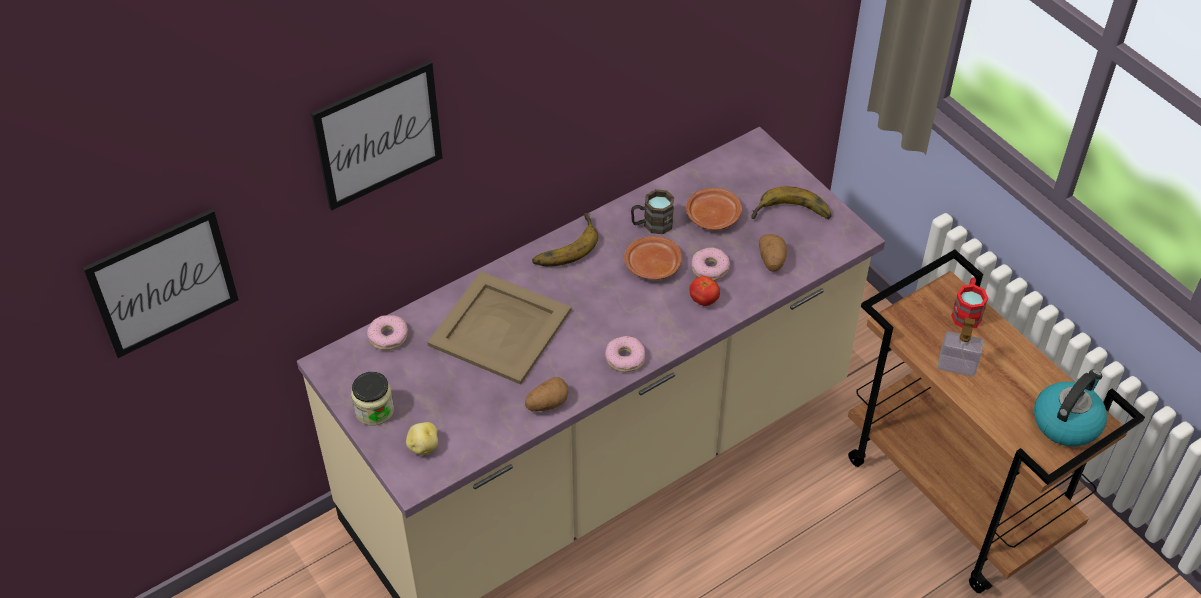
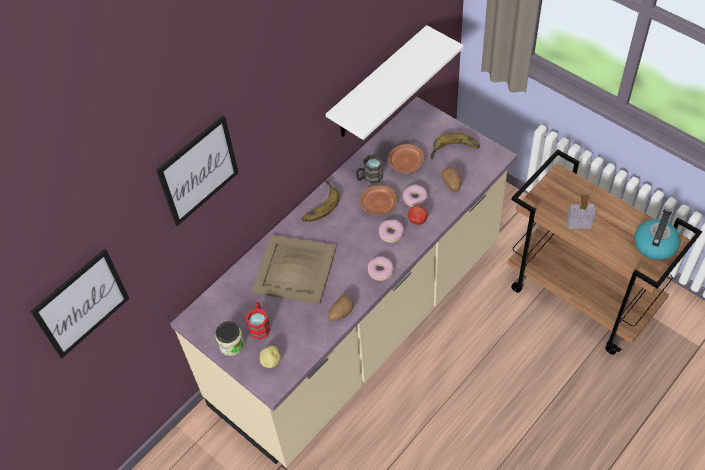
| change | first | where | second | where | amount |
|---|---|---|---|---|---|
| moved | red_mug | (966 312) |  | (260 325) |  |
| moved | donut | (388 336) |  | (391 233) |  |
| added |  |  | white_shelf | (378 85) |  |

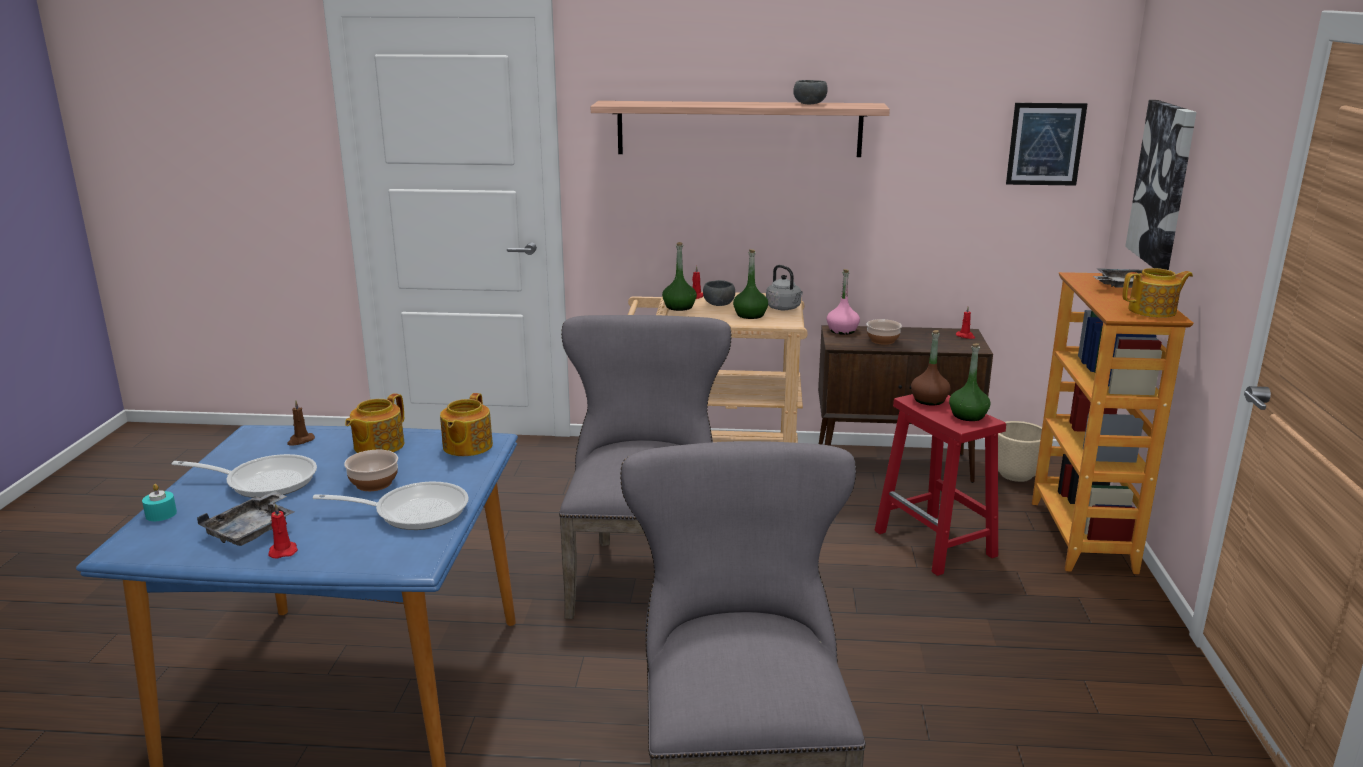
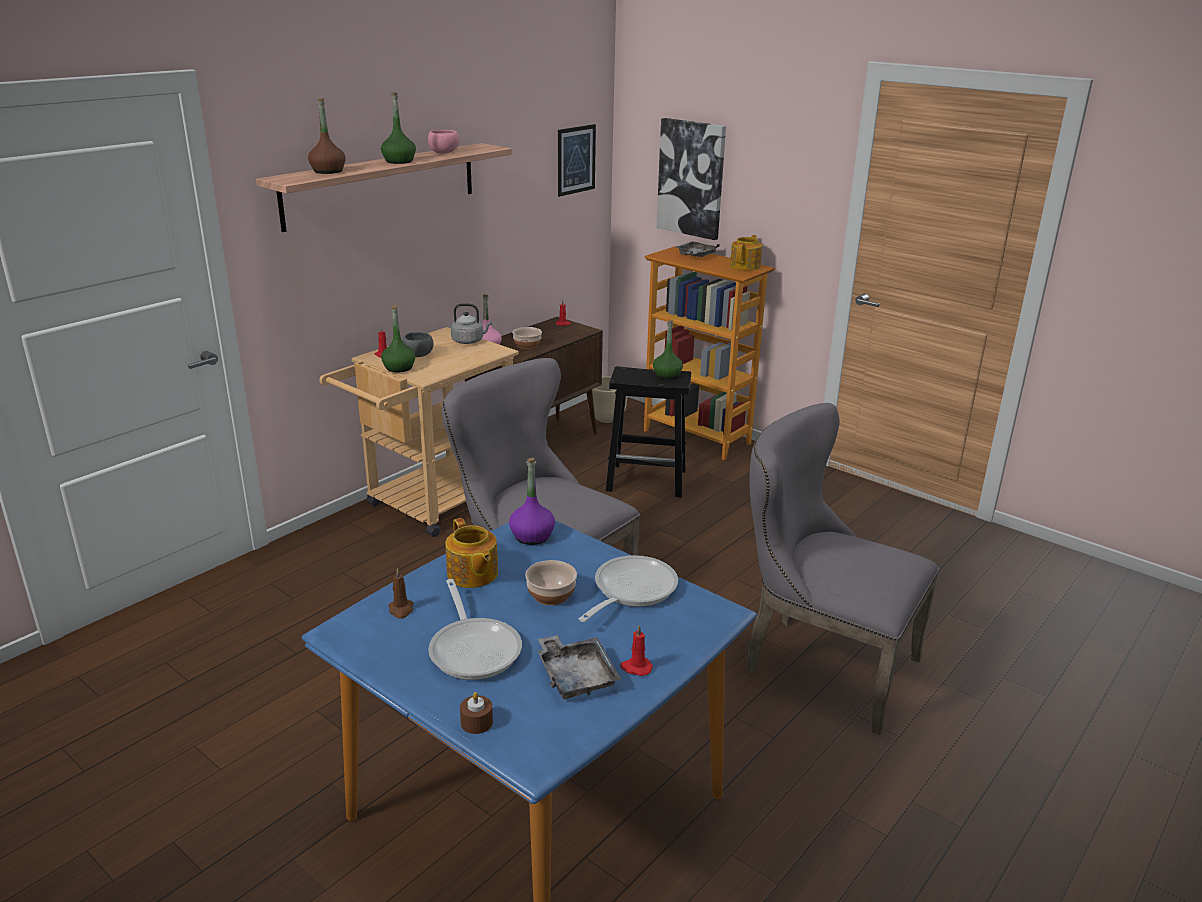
| change | first | where | second | where | amount |
|---|---|---|---|---|---|
| recoloured | grey_bowl | (810 104) | pink_bowl | (445 152) |  |
| moved | green_bottle | (750 315) |  | (399 161) |  |
| moved | brown_bottle | (929 400) |  | (328 171) |  |
| replaced | teapot | (466 446) | purple_bottle | (532 536) |  |
| recoloured | red_stool | (936 544) | black_stool | (648 480) |  |
| turned | frying_pan | (264 481) |  | (474 648) | 120 degrees clockwise |
| recoloured | turquoise_candle | (161 514) | brown_candle | (476 722) |  |

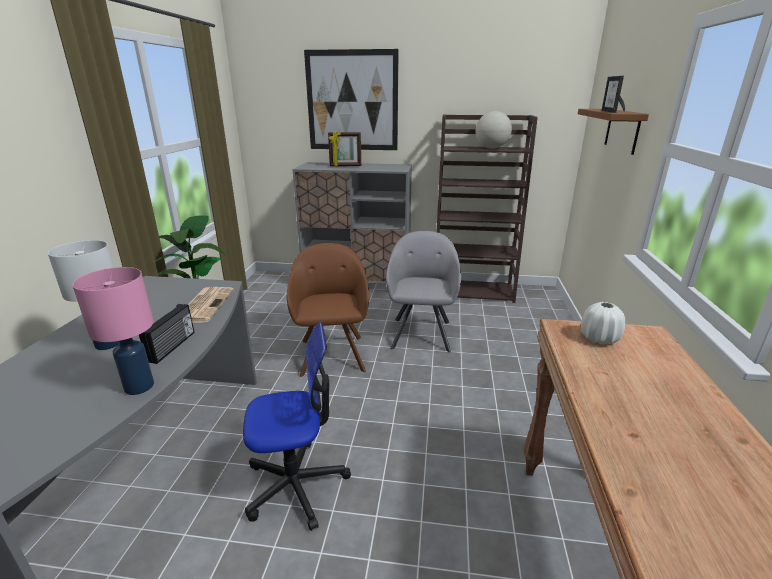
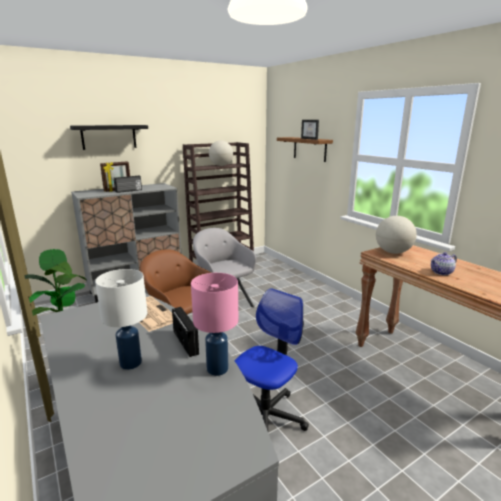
| change | first | where | second | where | amount |
|---|---|---|---|---|---|
| replaced | picture | (352 101) | black_shelf | (109 137) |  |
| replaced | white_vase | (599 338) | globe | (393 252) |  |
| added |  |  | radio | (129 191) |  |
| added |  |  | teapot | (441 272) |  |

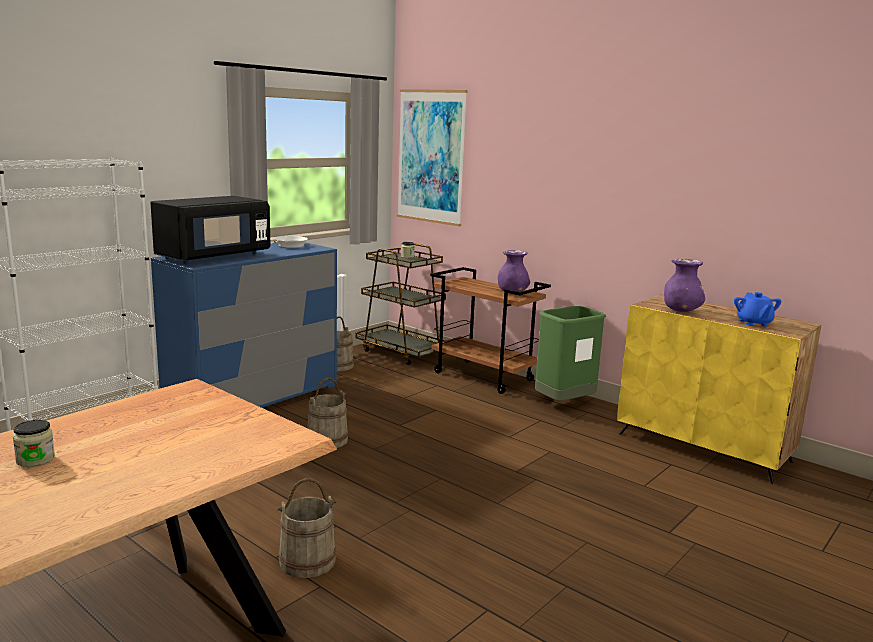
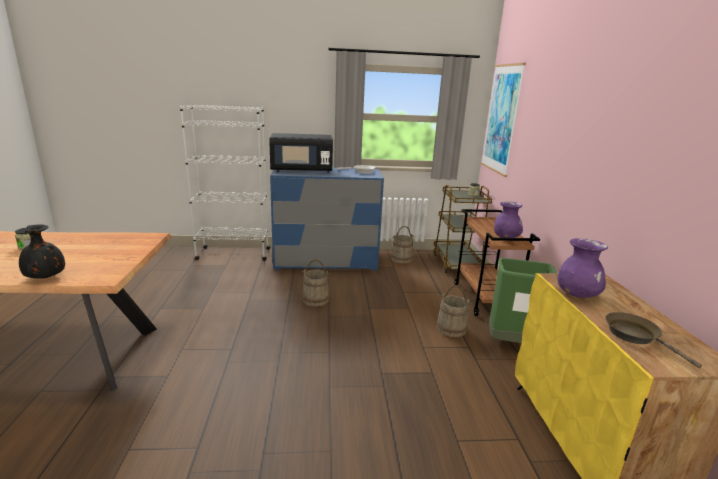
| change | first | where | second | where | amount |
|---|---|---|---|---|---|
| replaced | blue_teapot | (753 323) | brown_frying_pan | (635 336) |  |
| moved | beige_bucket | (307 561) |  | (451 329) |  |
| added |  |  | black_vase | (45 278) |  |

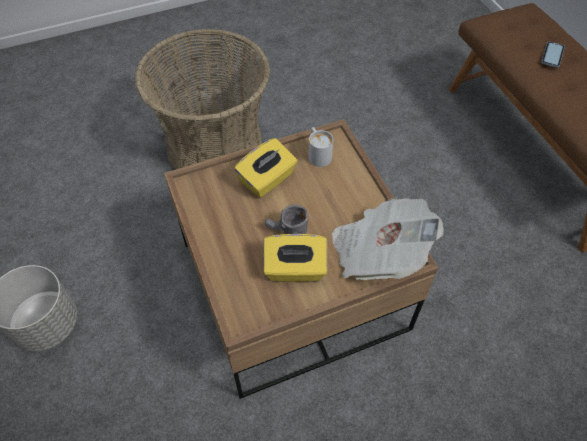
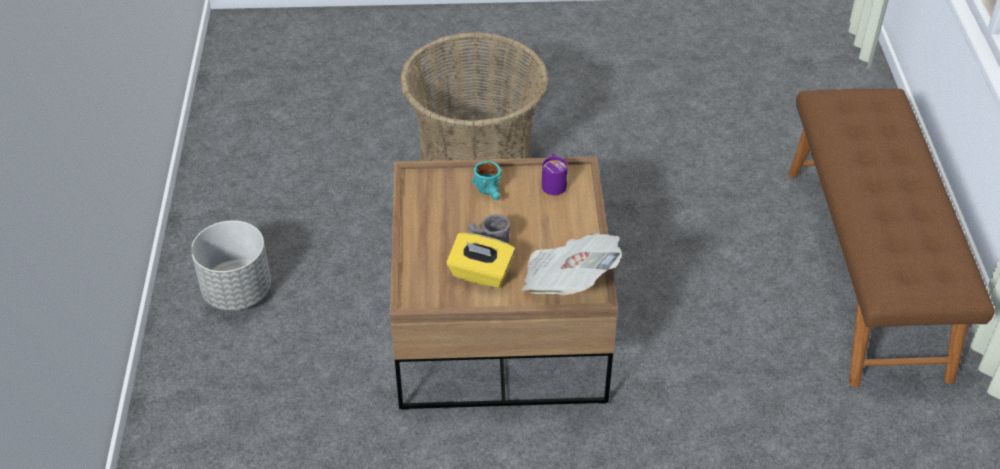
| change | first | where | second | where | amount |
|---|---|---|---|---|---|
| removed | phone | (552 55) |  |  |  |
| recoloured | white_mug | (317 154) | purple_mug | (553 182) |  |
| replaced | yellow_tissue_box | (267 180) | turquoise_mug | (491 193) |  |

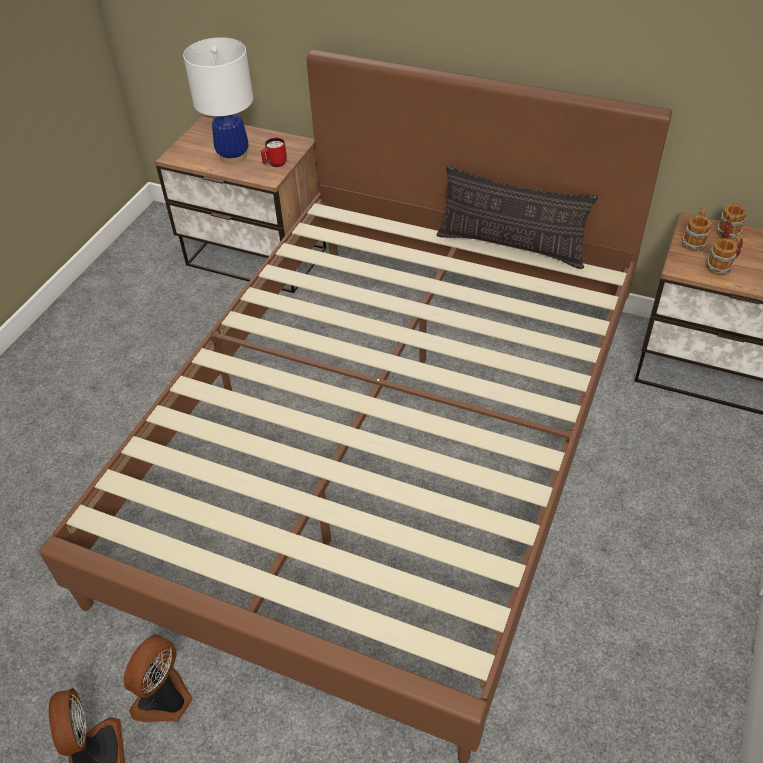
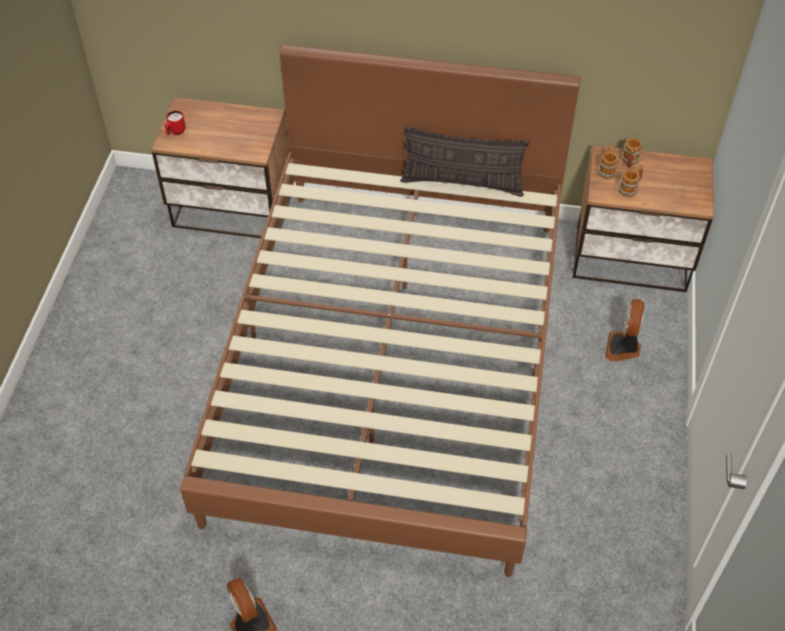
| change | first | where | second | where | amount |
|---|---|---|---|---|---|
| removed | white_table_lamp | (233 155) |  |  |  |
| moved | red_mug | (274 164) |  | (175 132) |  |
| moved | fan | (165 699) |  | (623 348) |  |

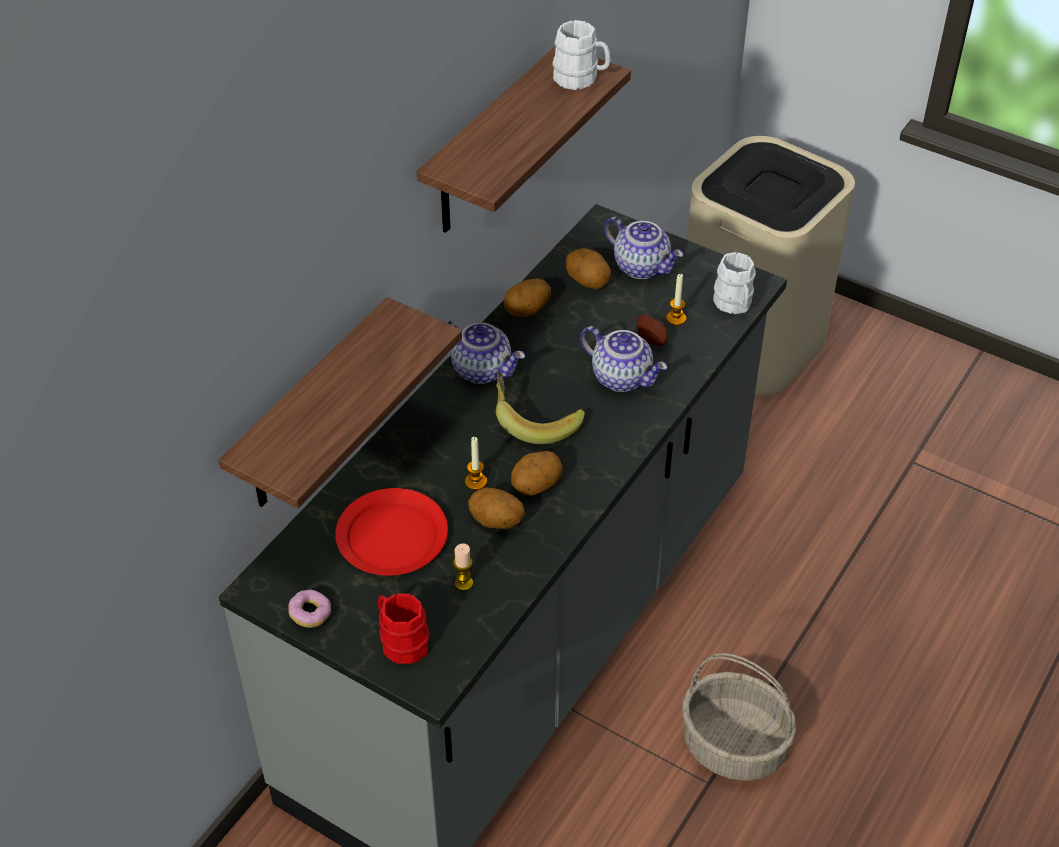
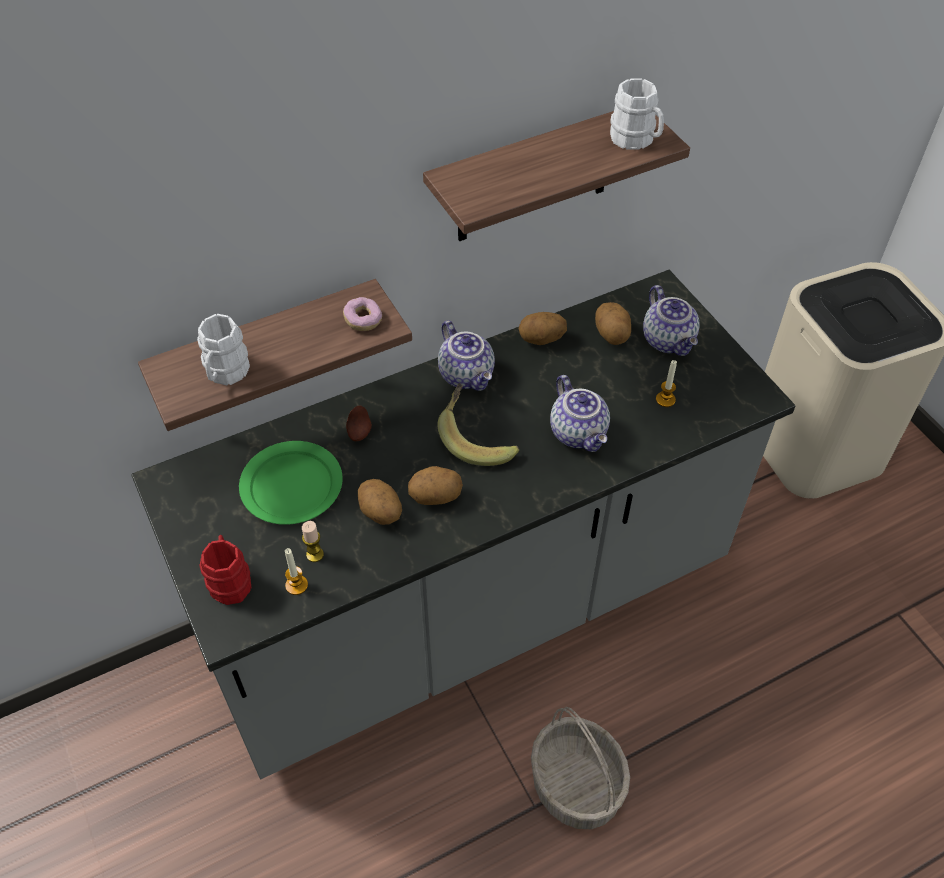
| change | first | where | second | where | amount |
|---|---|---|---|---|---|
| moved | white_mug | (734 305) |  | (225 373) |  |
| moved | potato | (652 339) |  | (360 431) |  |
| moved | candle | (476 482) |  | (296 585) |  |
| recoloured | red_plate | (392 536) | green_plate | (291 486) |  |
| moved | donut | (310 614) |  | (363 320) |  |

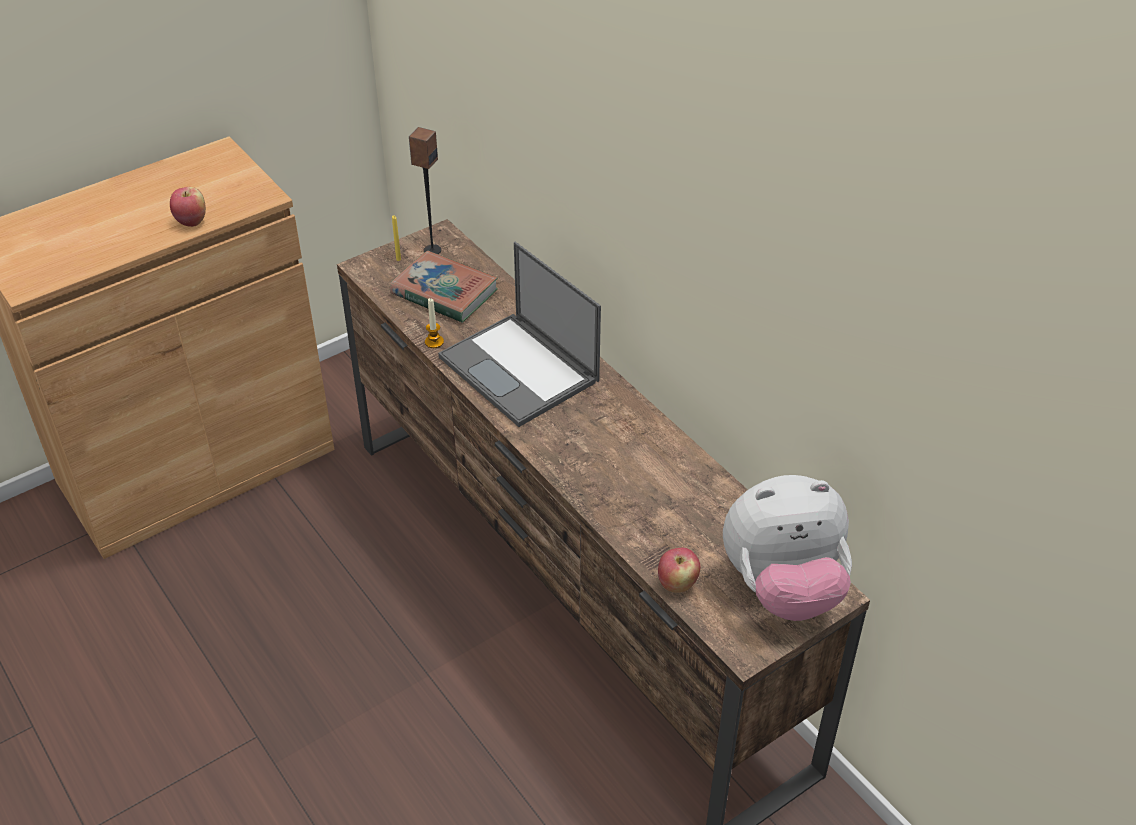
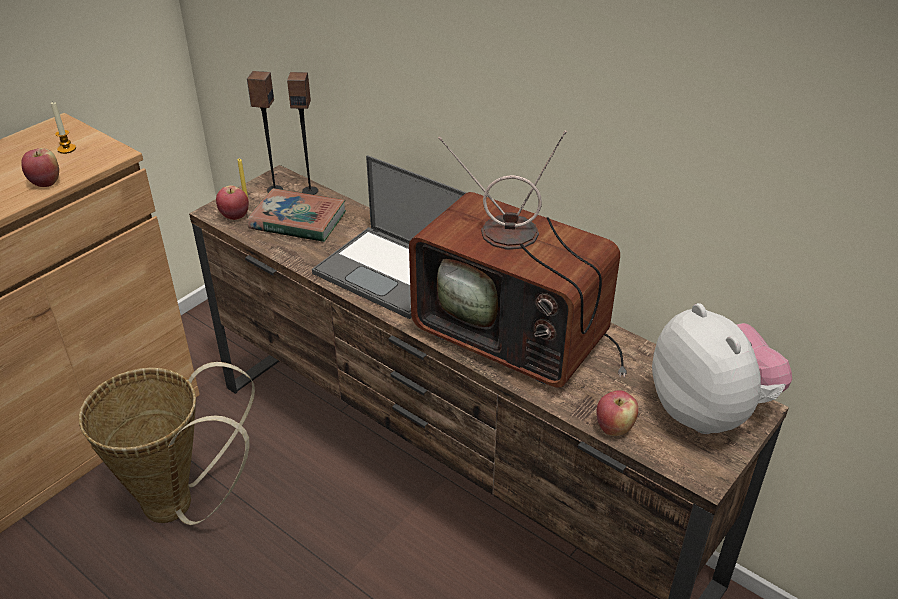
| change | first | where | second | where | amount |
|---|---|---|---|---|---|
| moved | candle | (434 342) |  | (67 149) |  |
| turned | plush_toy | (783 587) |  | (709 412) | 90 degrees counterclockwise |
| added |  |  | speaker | (310 190) |  |
| added |  |  | television | (518 337) |  |
| added |  |  | apple | (234 216) |  |
| added |  |  | basket | (181 505) |  |

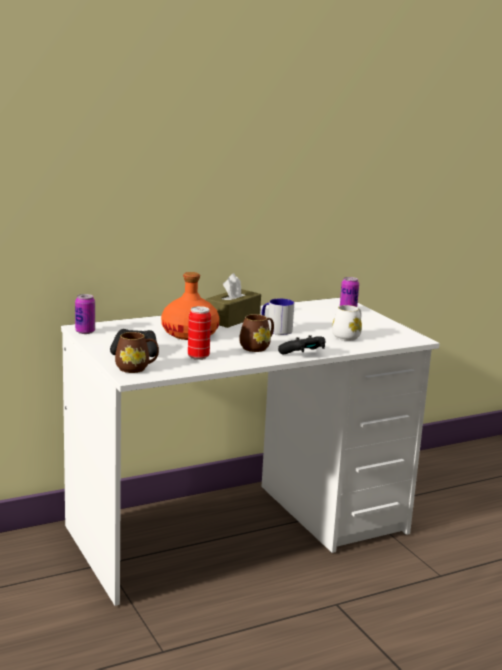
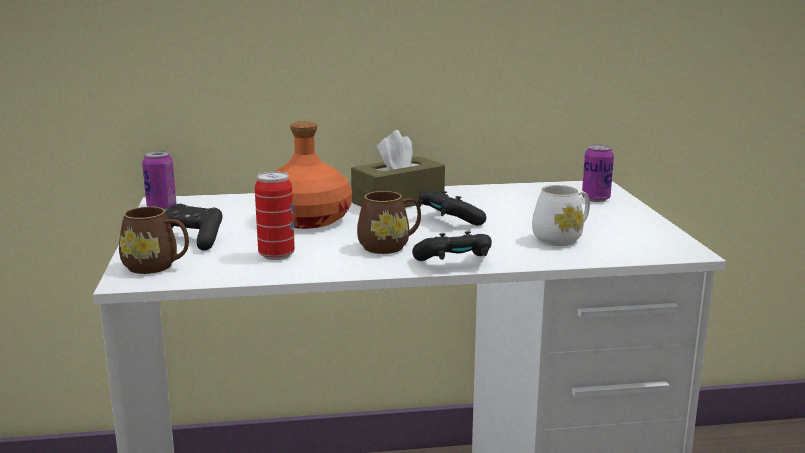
| change | first | where | second | where | amount |
|---|---|---|---|---|---|
| replaced | mug | (275 329) | black_game_controller | (448 221) |  |

